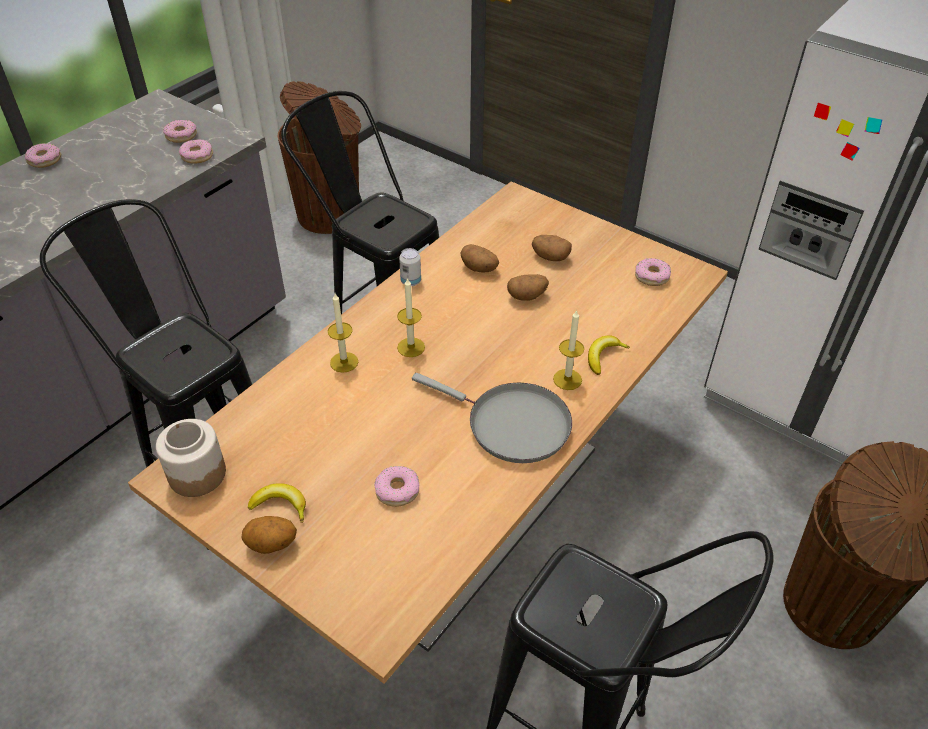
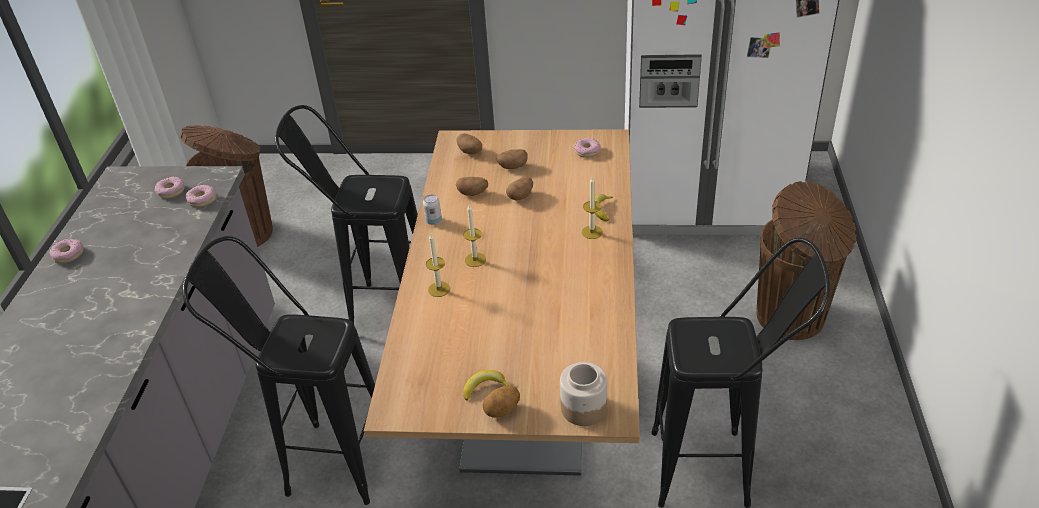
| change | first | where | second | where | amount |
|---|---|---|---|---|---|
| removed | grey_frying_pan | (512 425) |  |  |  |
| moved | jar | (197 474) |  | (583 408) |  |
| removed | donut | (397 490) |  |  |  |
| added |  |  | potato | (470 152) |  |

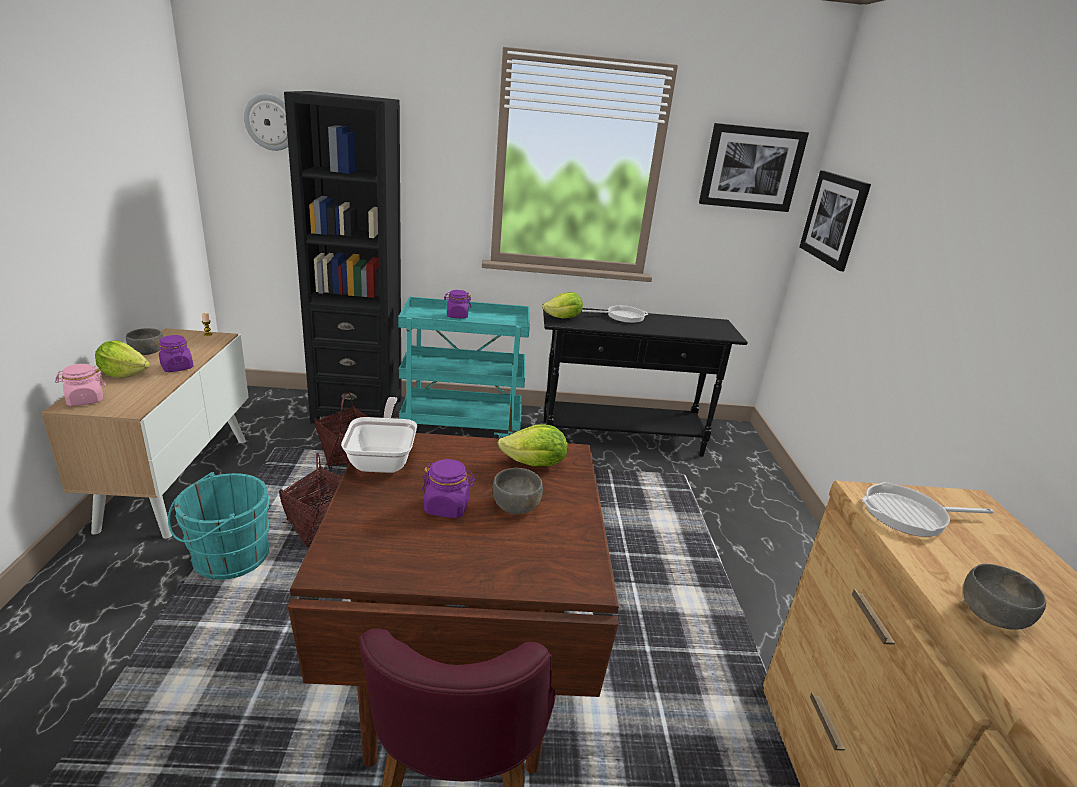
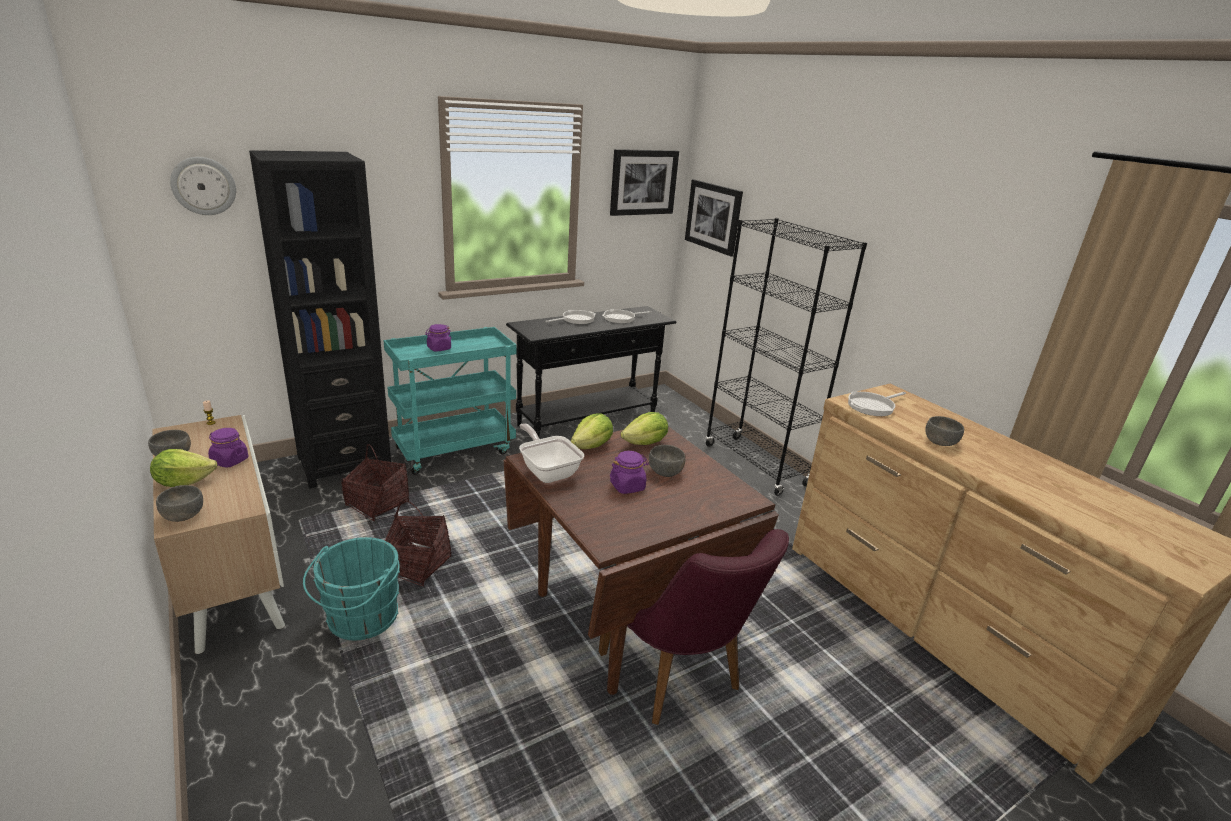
| change | first | where | second | where | amount |
|---|---|---|---|---|---|
| moved | lettuce | (563 318) |  | (592 446) |  |
| replaced | pink_jar | (85 400) | grey_bowl | (183 515) |  |
| added |  |  | black_bookcase | (755 465) |  |
| added |  |  | frying_pan | (621 318) |  |

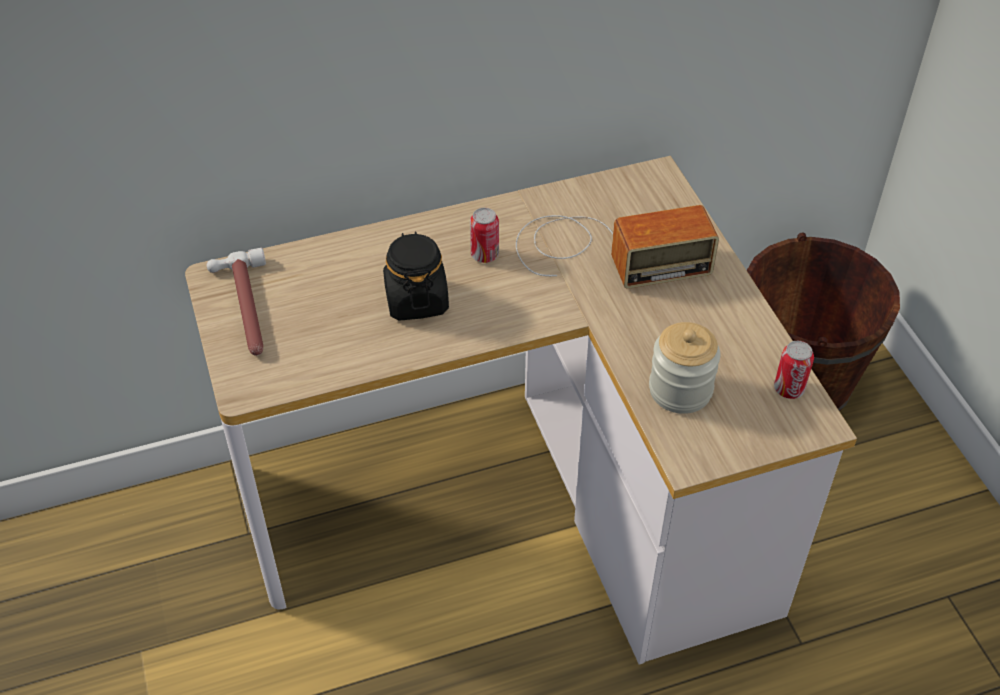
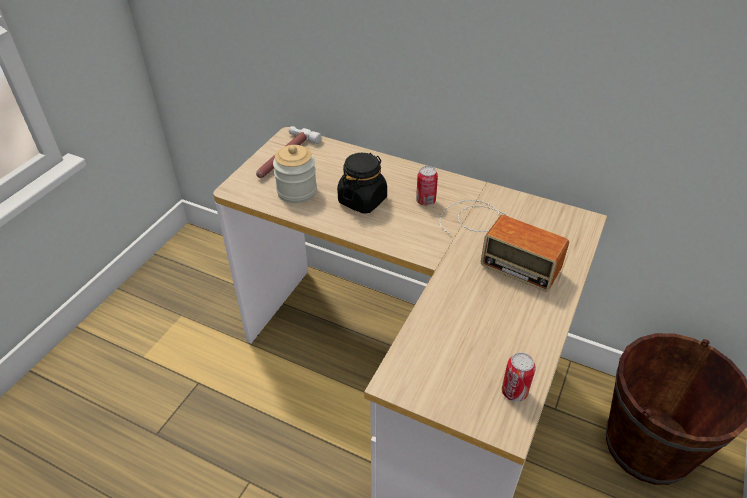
| change | first | where | second | where | amount |
|---|---|---|---|---|---|
| moved | jar | (680 390) |  | (297 191) |  |

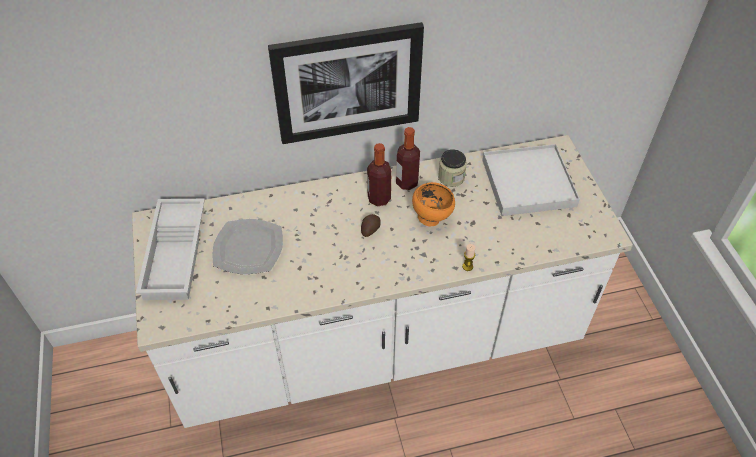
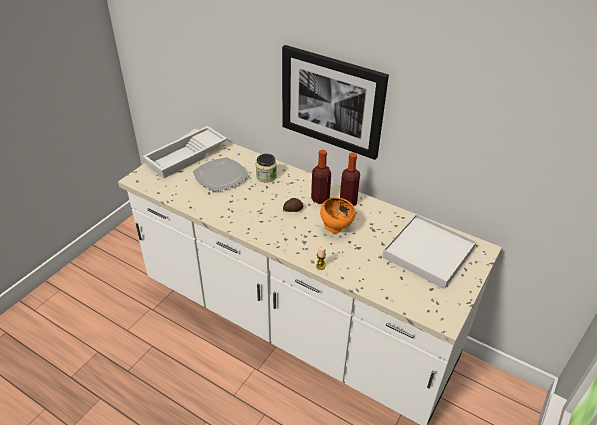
| change | first | where | second | where | amount |
|---|---|---|---|---|---|
| moved | jar | (451 177) |  | (266 176) |  |

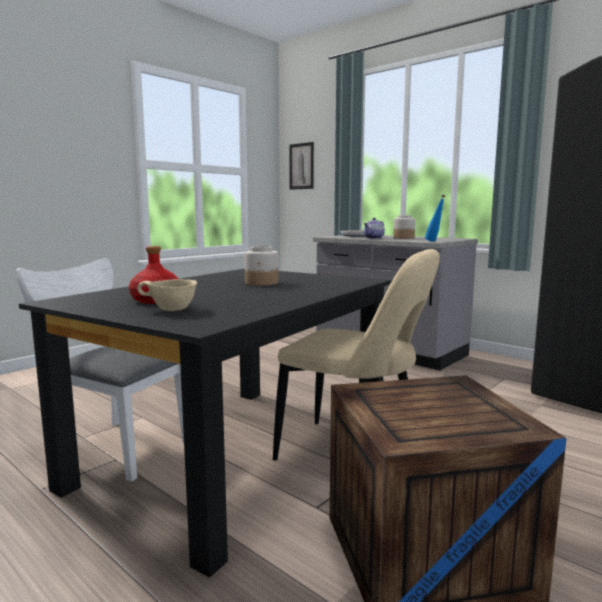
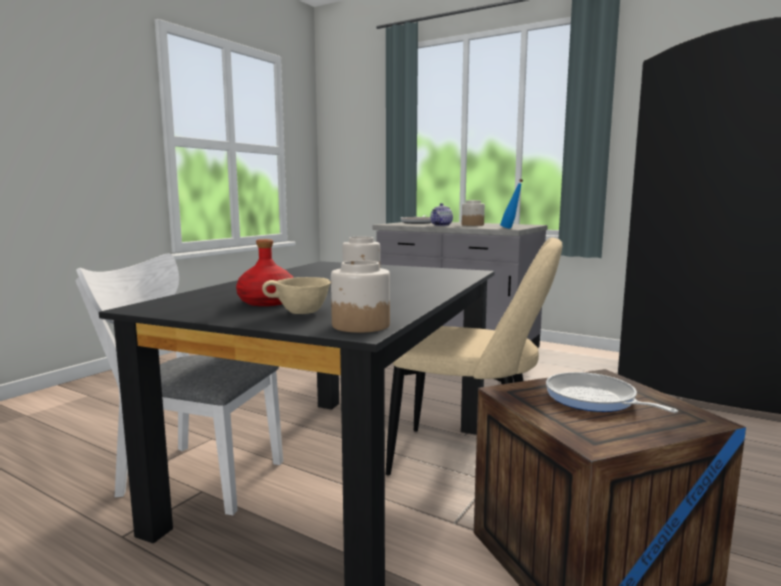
| change | first | where | second | where | amount |
|---|---|---|---|---|---|
| removed | picture | (301 166) |  |  |  |
| added |  |  | jar | (360 325) |  |
| added |  |  | frying_pan | (594 399) |  |

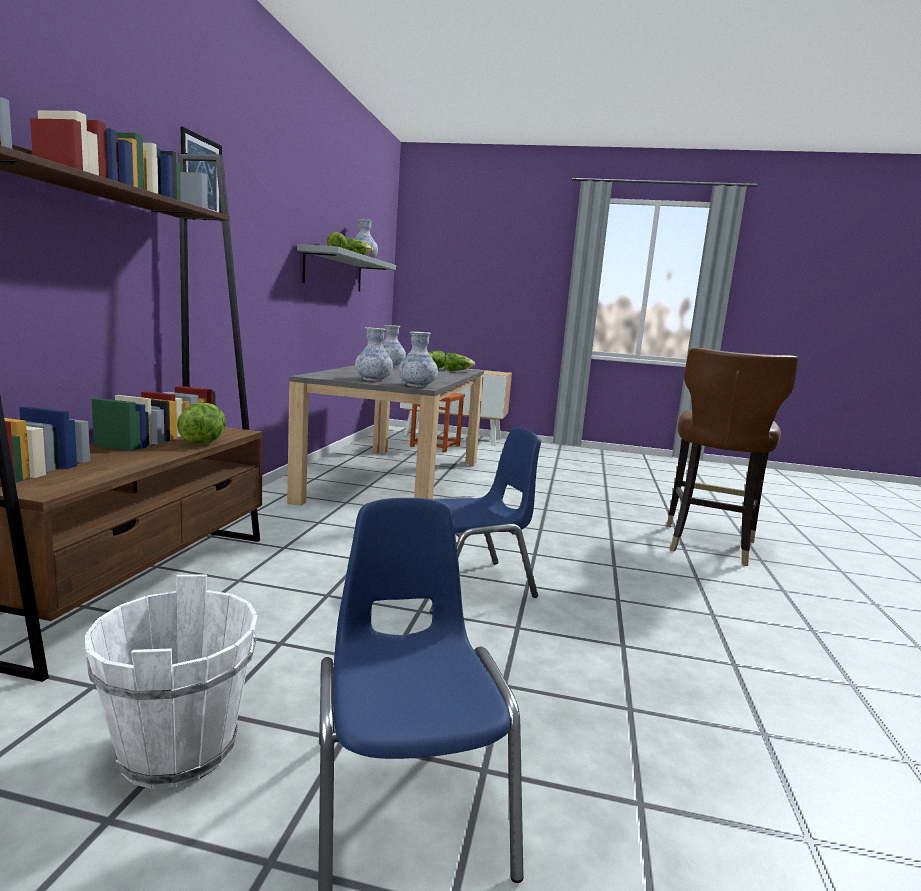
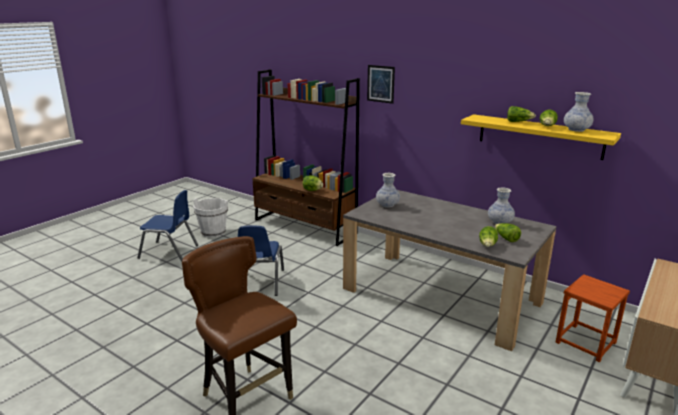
| change | first | where | second | where | amount |
|---|---|---|---|---|---|
| recoloured | grey_shelf | (334 271) | yellow_shelf | (539 136) |  |
| removed | vase | (417 385) |  |  |  |

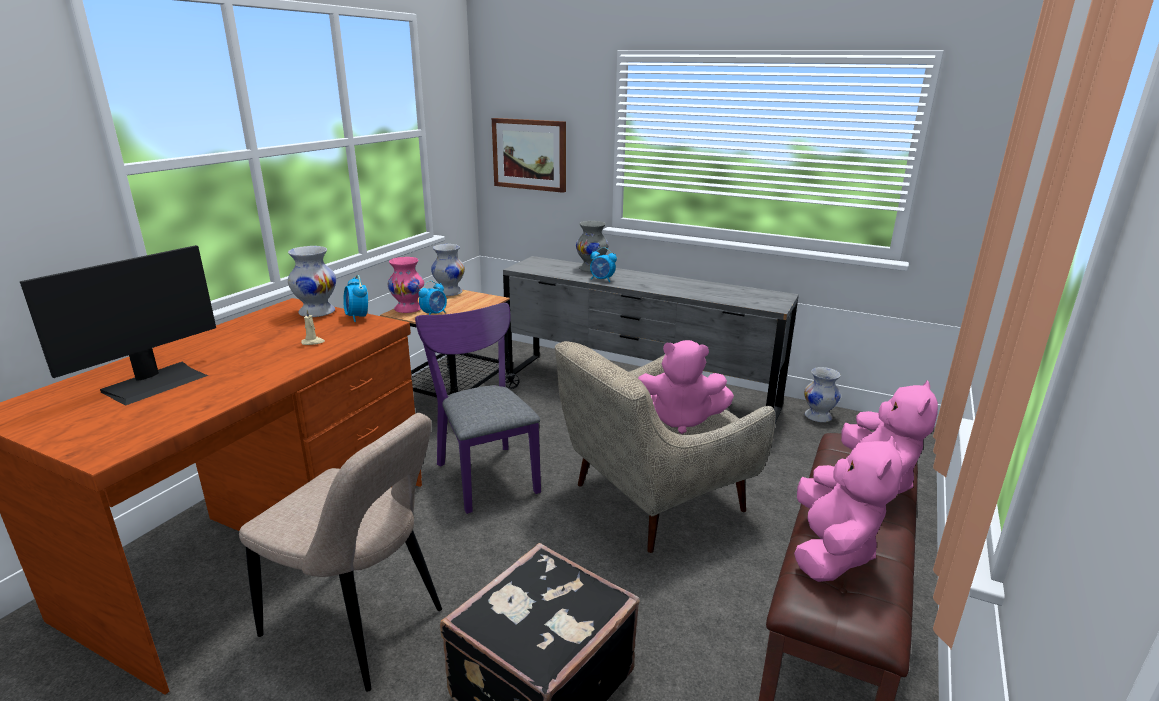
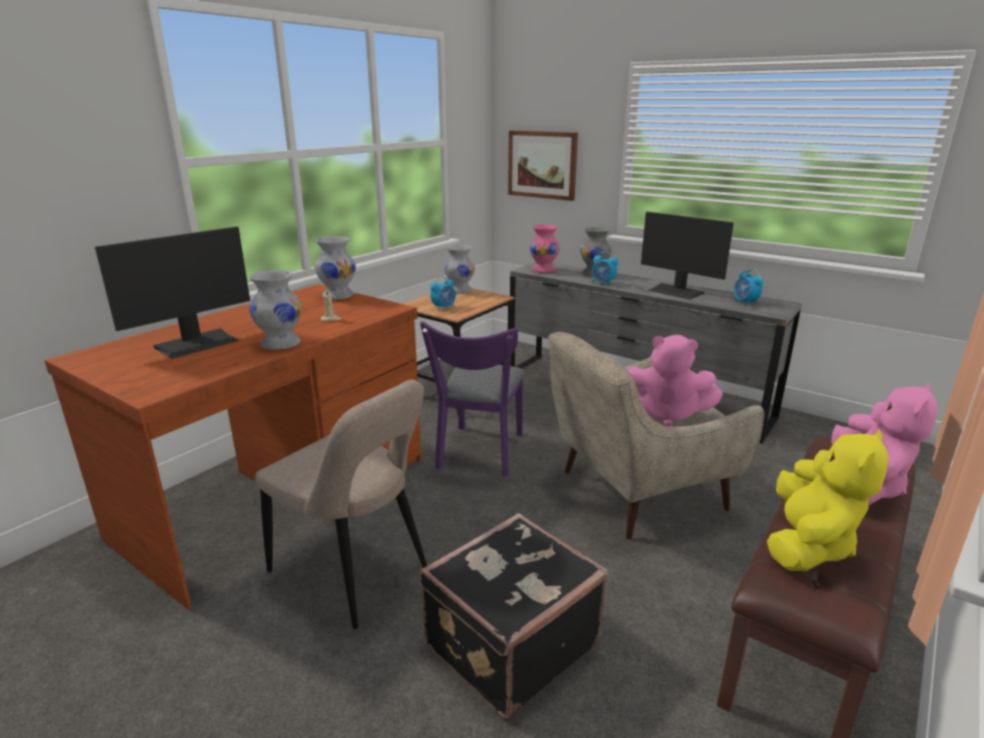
| change | first | where | second | where | amount |
|---|---|---|---|---|---|
| moved | pink_vase | (407 309) |  | (543 270) |  |
| moved | alarm_clock | (357 317) |  | (745 302) |  |
| turned | purple_chair | (484 472) |  | (479 454) | 150 degrees counterclockwise |
| moved | white_vase | (818 417) |  | (281 344) |  |
| recoloured | pink_plush_toy | (831 551) | yellow_plush_toy | (808 545) |  |
| added |  |  | monitor | (676 291) |  |

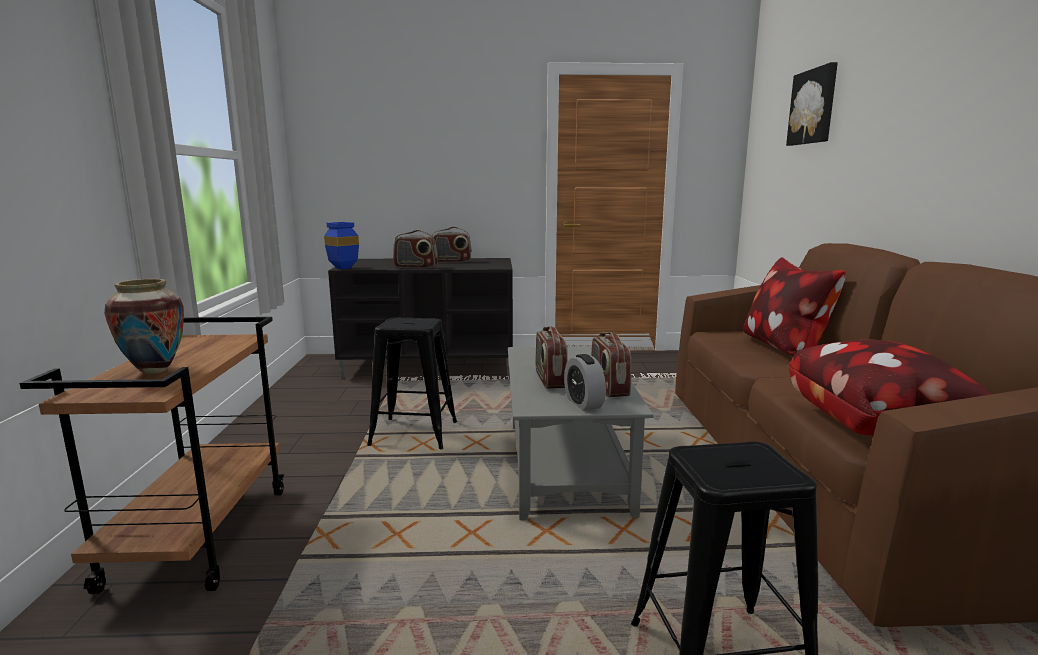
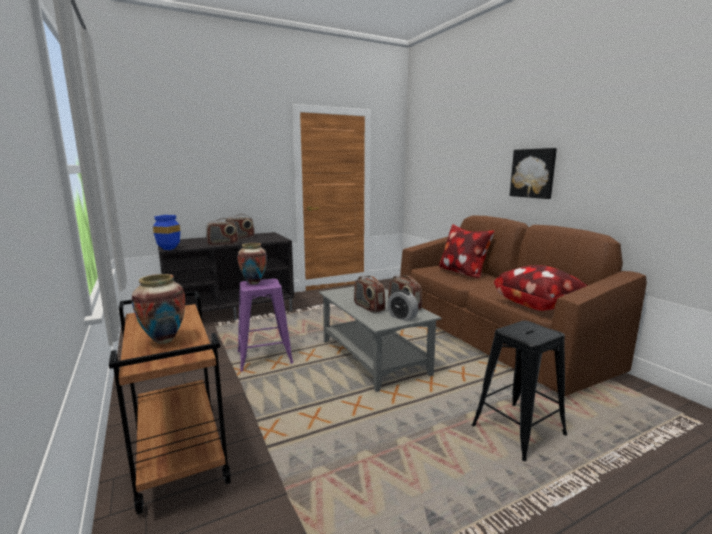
| change | first | where | second | where | amount |
|---|---|---|---|---|---|
| moved | picture | (813 107) |  | (533 173) |  |
| recoloured | black_stool | (414 433) | purple_stool | (264 357) |  |
| added |  |  | vase | (253 283) |  |

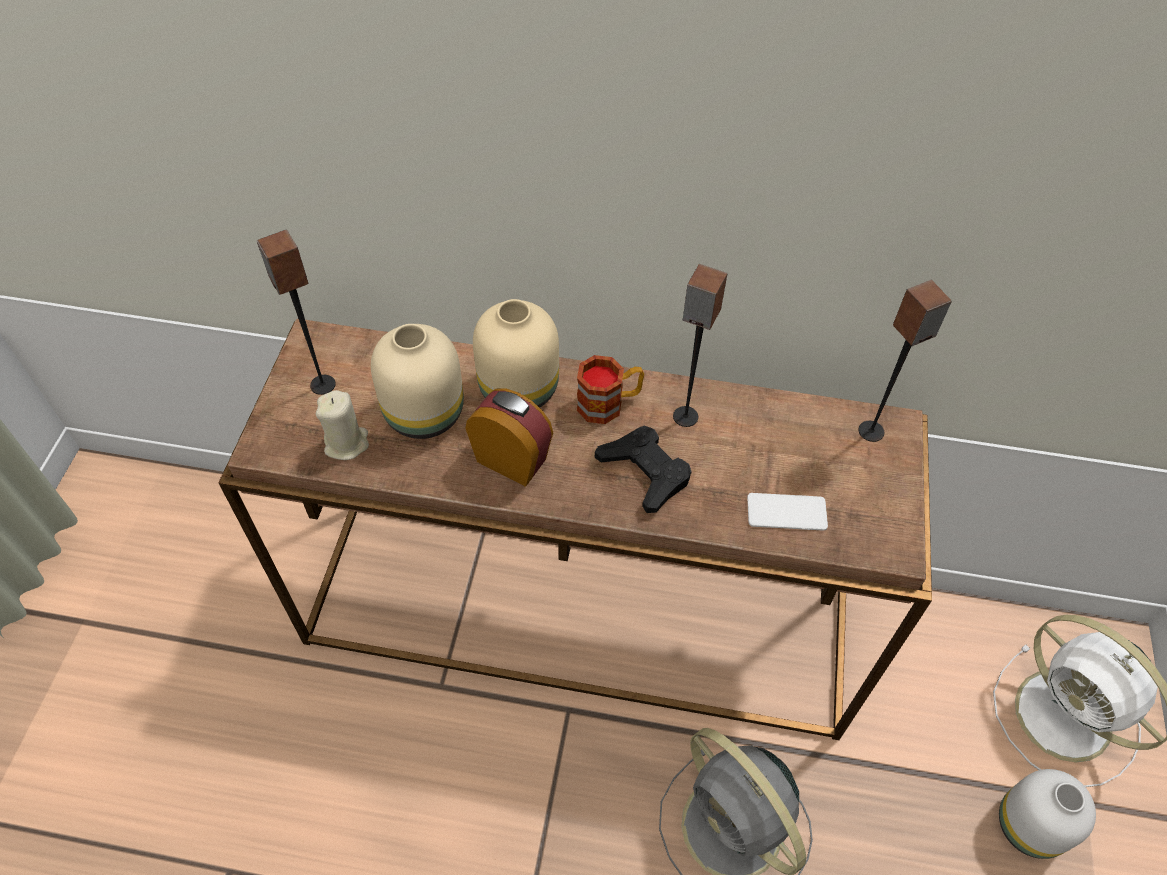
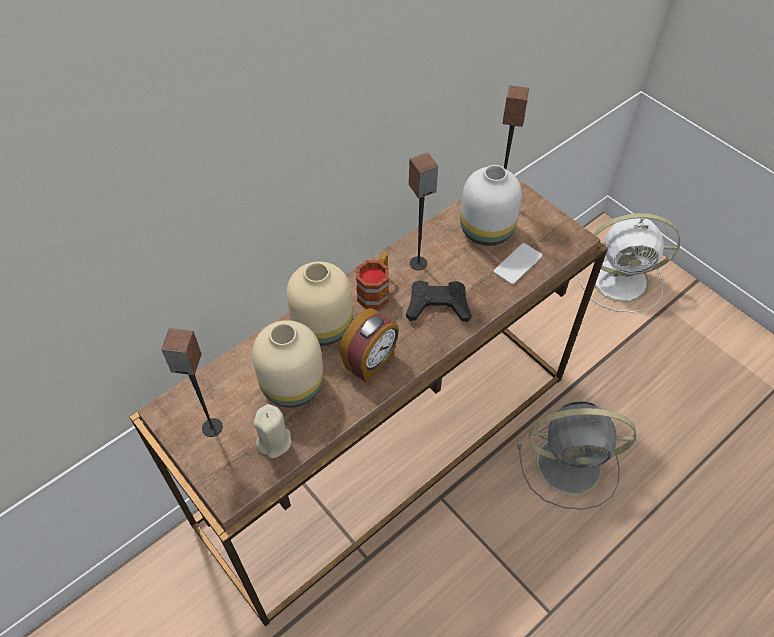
| change | first | where | second | where | amount |
|---|---|---|---|---|---|
| turned | alarm_clock | (512 459) |  | (370 361) | 150 degrees clockwise |
| moved | white_vase | (1027 824) |  | (485 230) |  |

